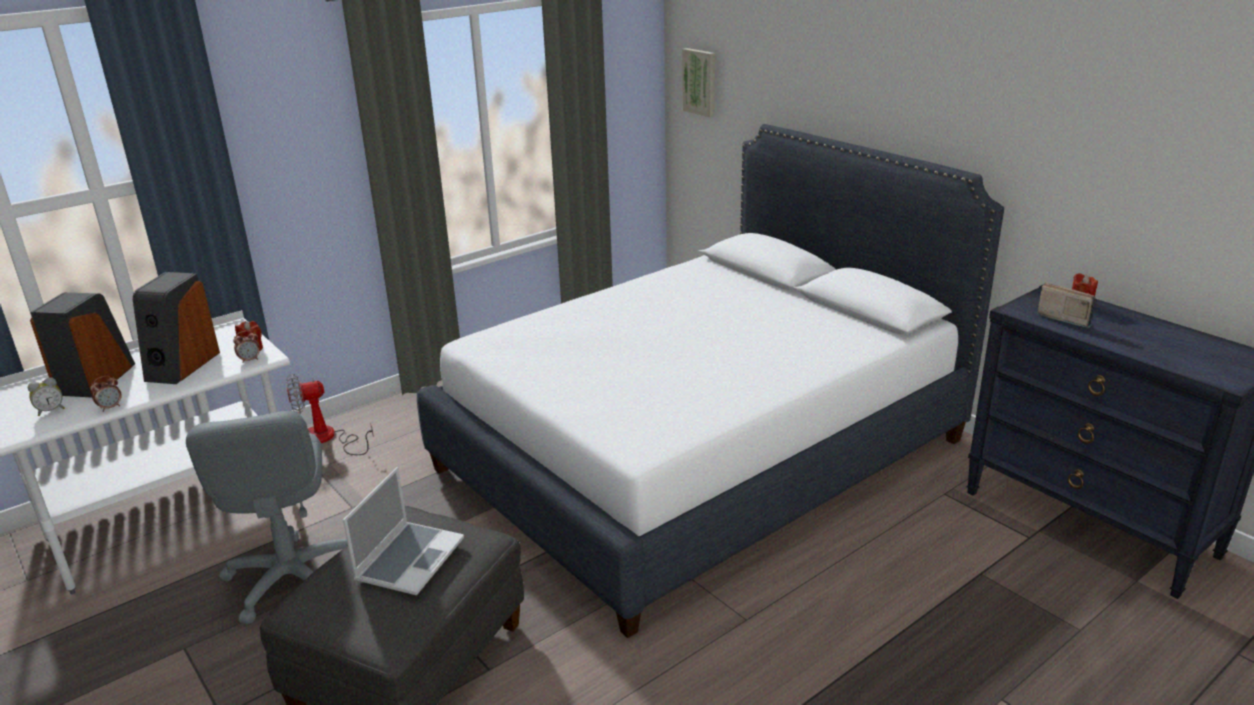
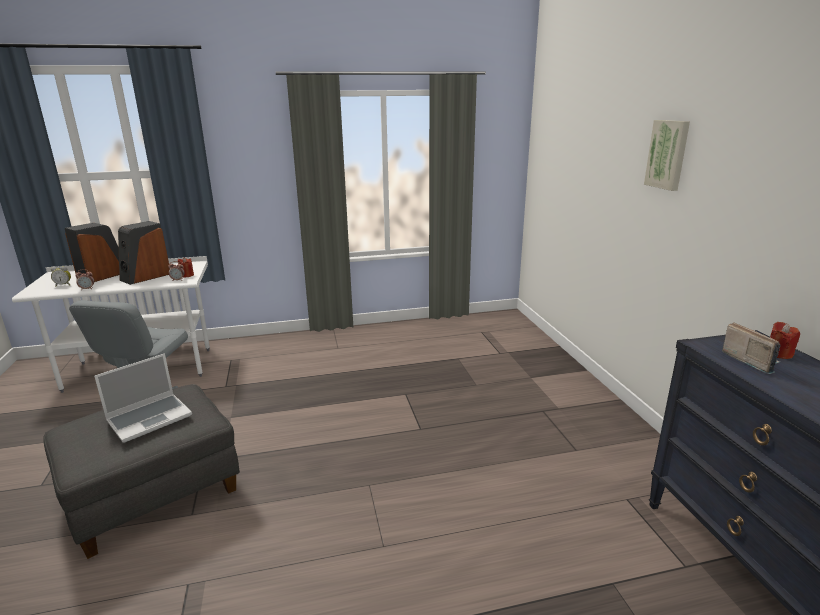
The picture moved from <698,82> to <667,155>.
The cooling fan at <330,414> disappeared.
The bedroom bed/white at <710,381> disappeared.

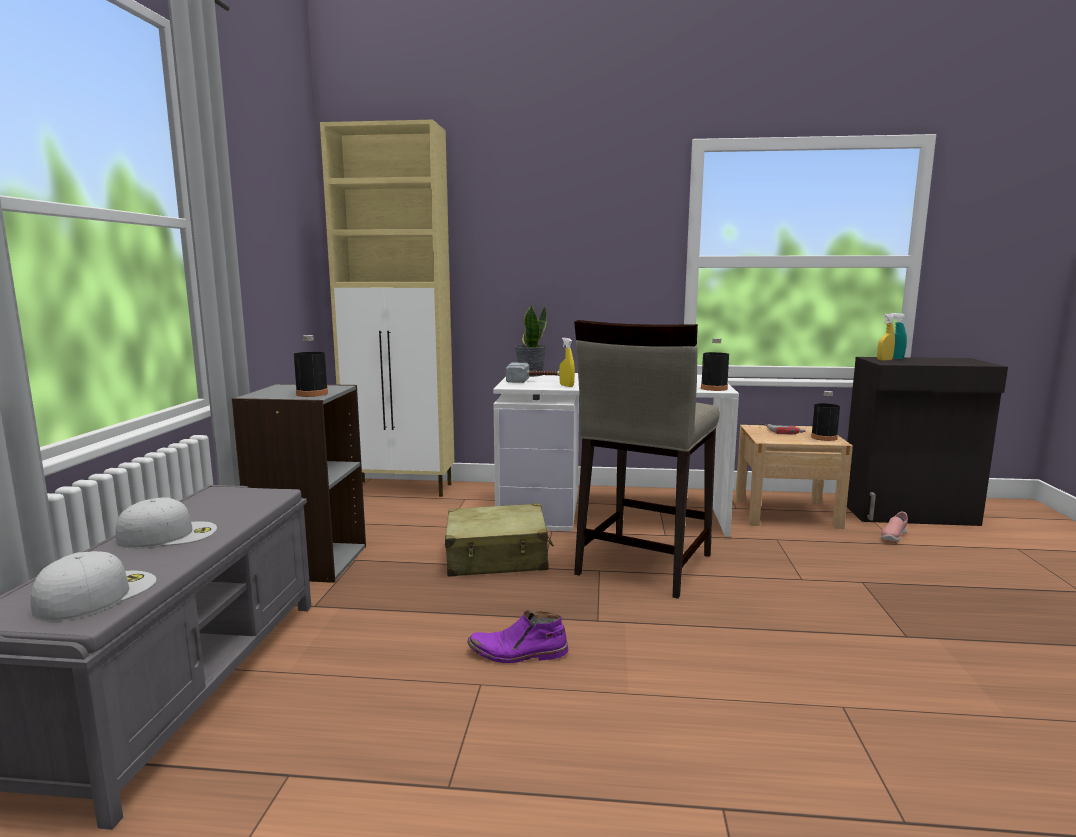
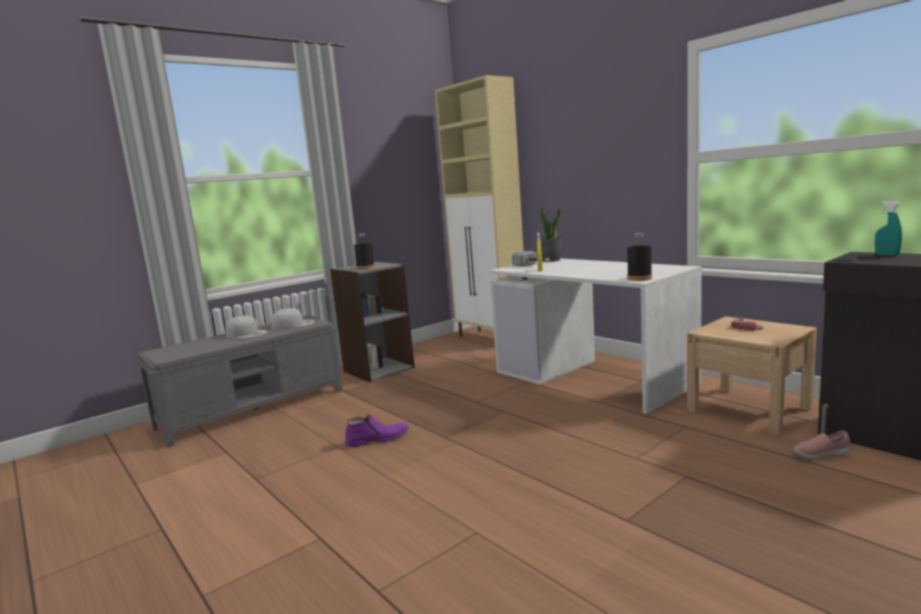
The cap/white moved from <94,586> to <292,319>.
The high-top boot/purplish at <518,636> turned 120 degrees clockwise.
The piece of luggage/beige-coloured at <499,540> disappeared.
The stool seat/beige-coloured at <647,459> disappeared.
The beverage bottle/blackish at <825,416> disappeared.
The hand sprayer/yellowish at <886,337> disappeared.

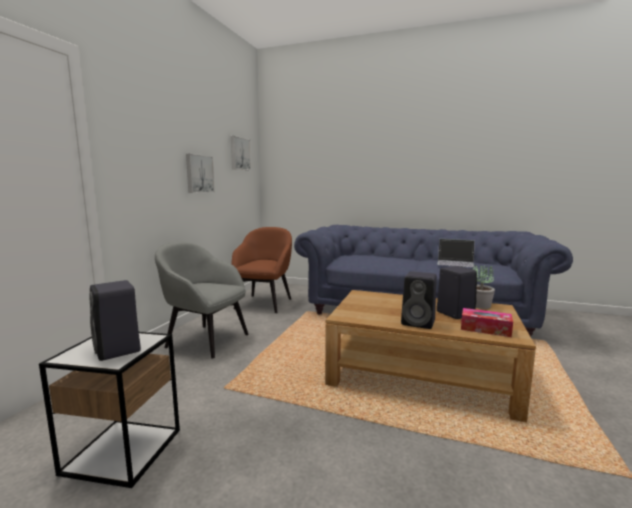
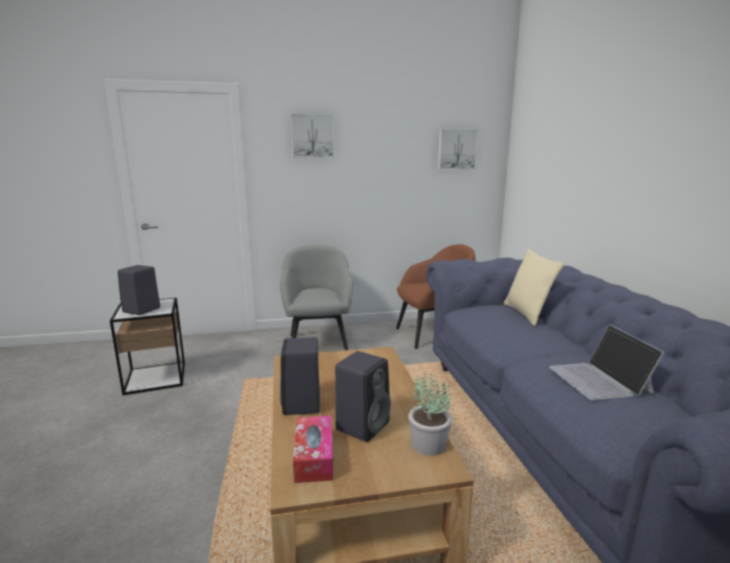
The picture moved from <200,173> to <312,136>.
The throw pillow/beige-coloured at <534,287> appeared.

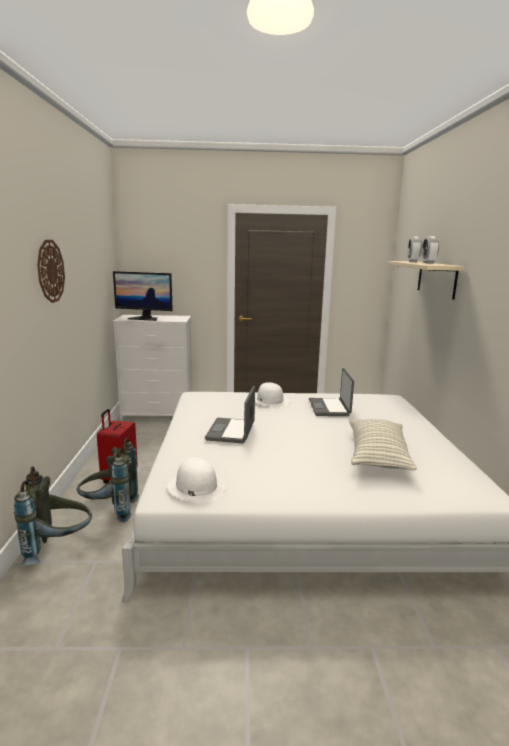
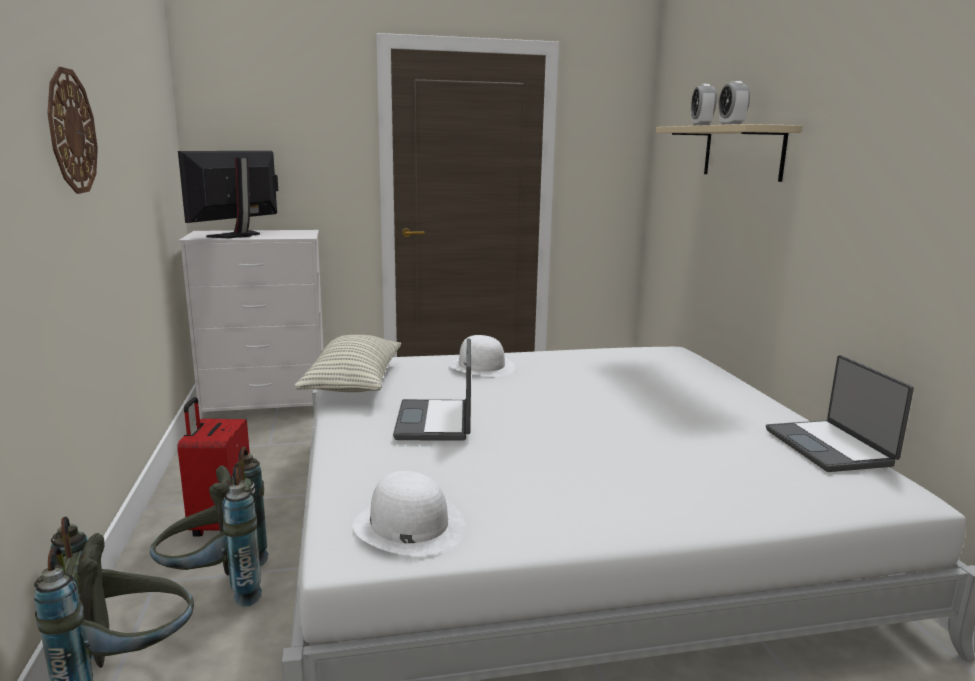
The monitor at <143,296> turned 120 degrees clockwise.
The throw pillow moved from <383,444> to <348,363>.
The portable computer moved from <331,392> to <840,413>.

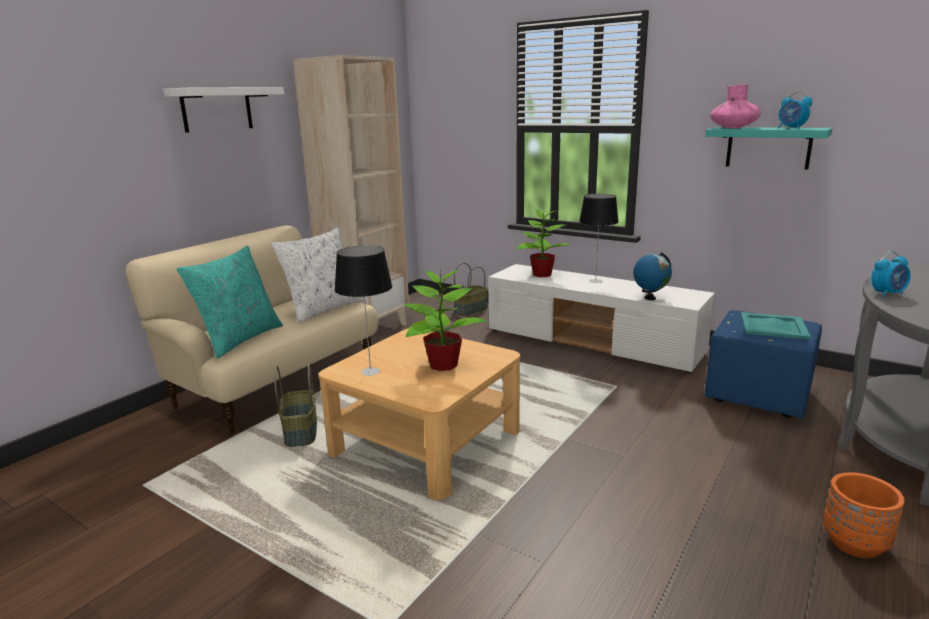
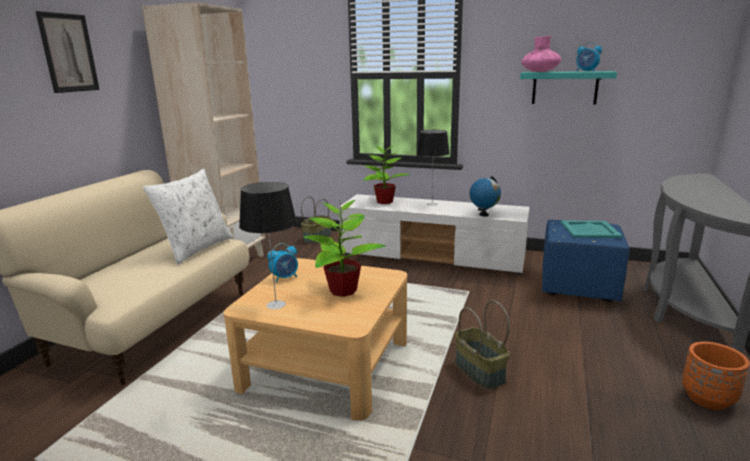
The wall shelf/white at <223,110> was replaced by the picture at <67,52>.
The alarm clock moved from <890,274> to <282,263>.
The basket moved from <295,405> to <482,344>.
The throw pillow/turquoise at <230,301> disappeared.

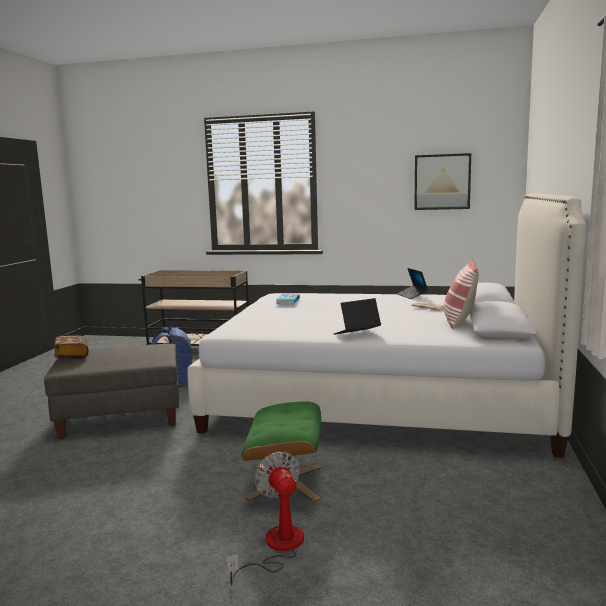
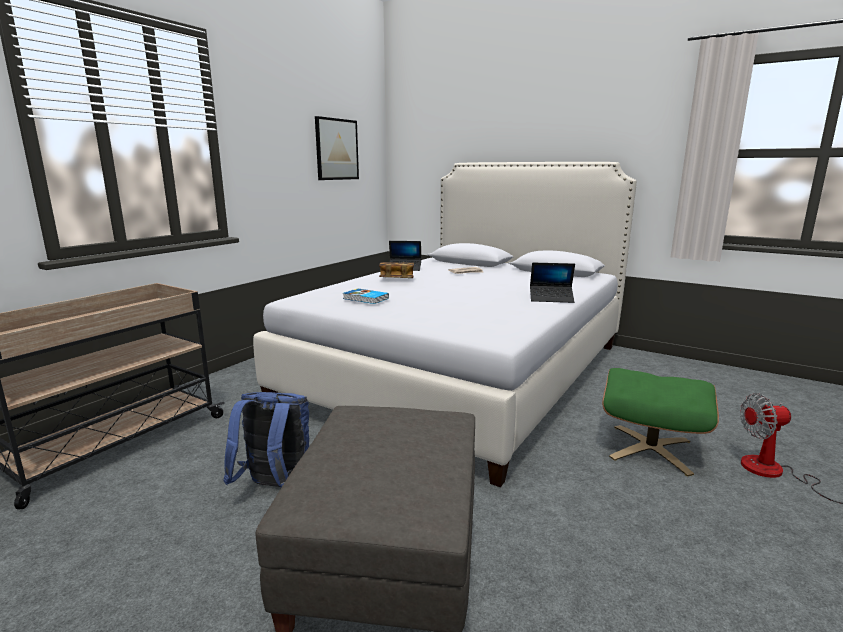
The volume moved from <71,347> to <396,270>.
The portable computer at <357,316> turned 75 degrees counterclockwise.
The throw pillow at <461,294> disappeared.

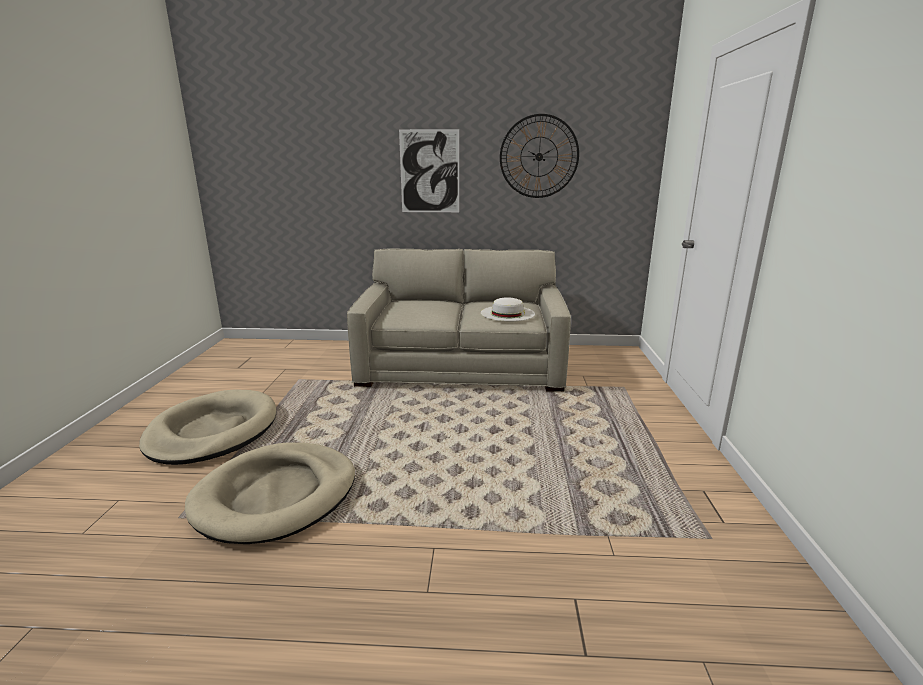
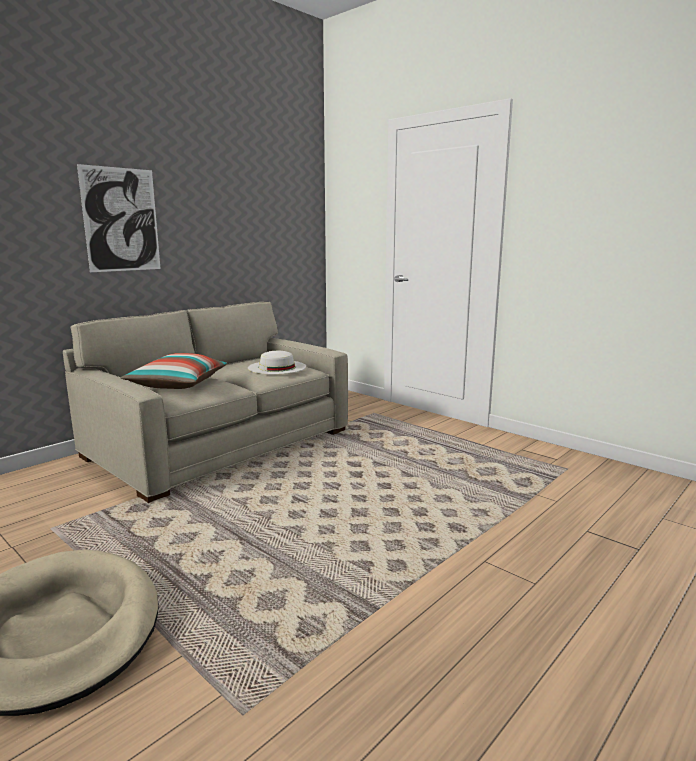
The throw pillow at <173,371> appeared.
The dog cushion/beige-coloured at <270,493> disappeared.
The clock on the wall at <539,156> disappeared.

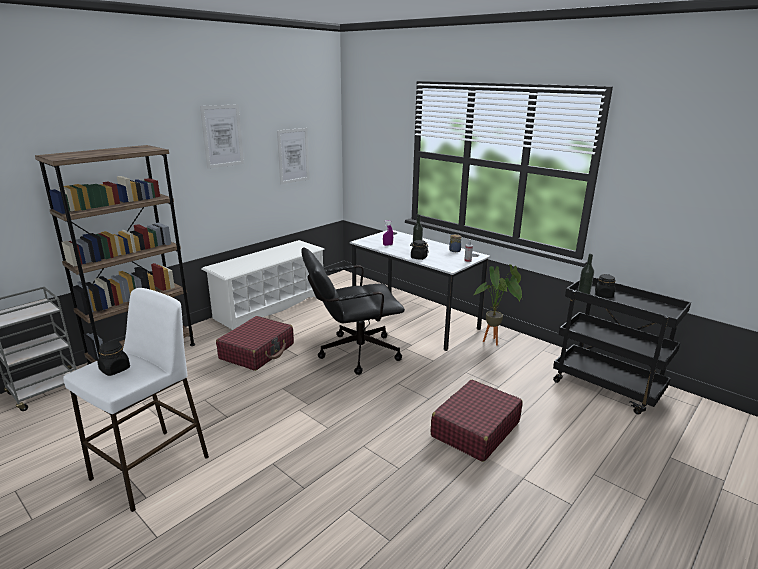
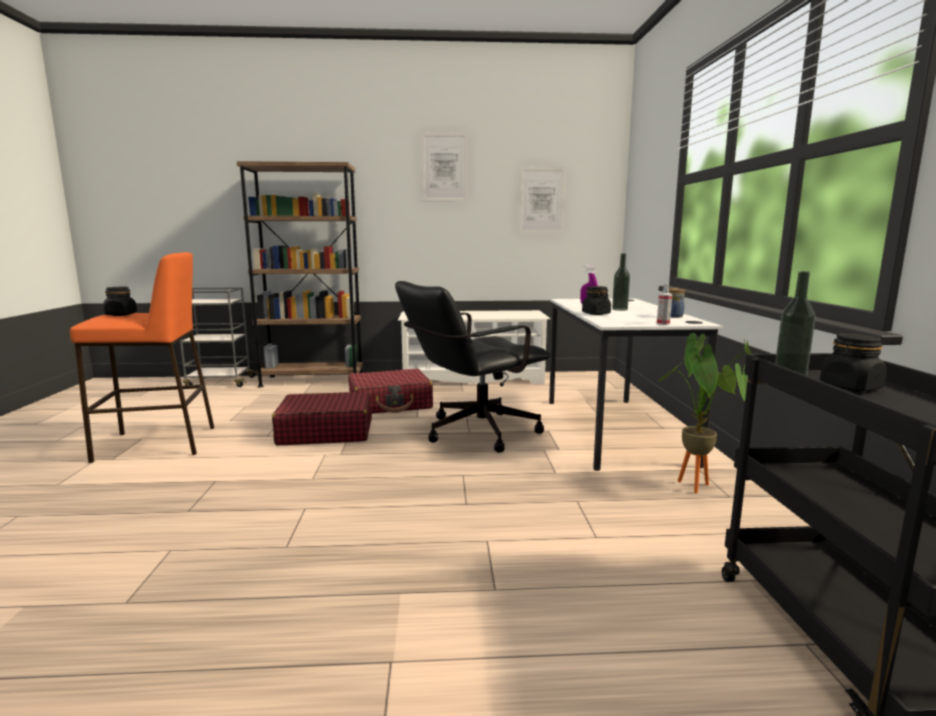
The stool seat/white at <136,400> became the stool seat/orange at <142,357>.
The piece of luggage/red-coloured moved from <477,421> to <322,418>.
The office chair/blackish at <353,311> turned 60 degrees counterclockwise.

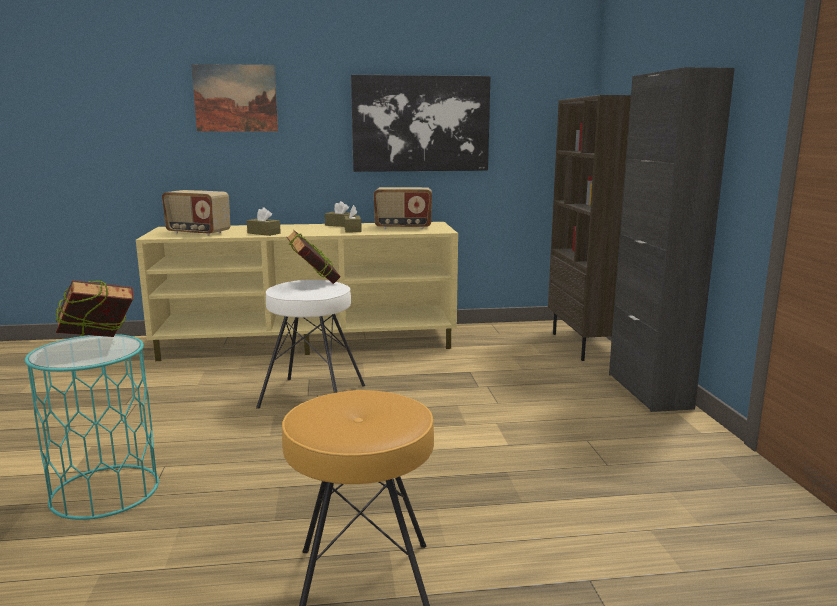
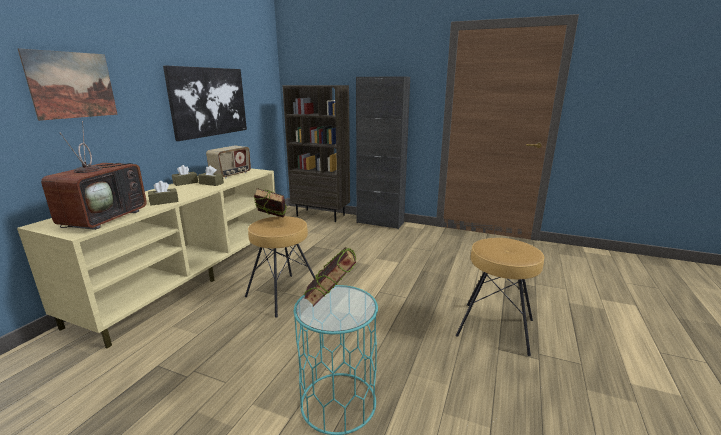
The radio receiver at <196,213> was replaced by the TV at <94,175>.
The stool seat/white at <310,344> became the stool seat/brownish at <280,266>.

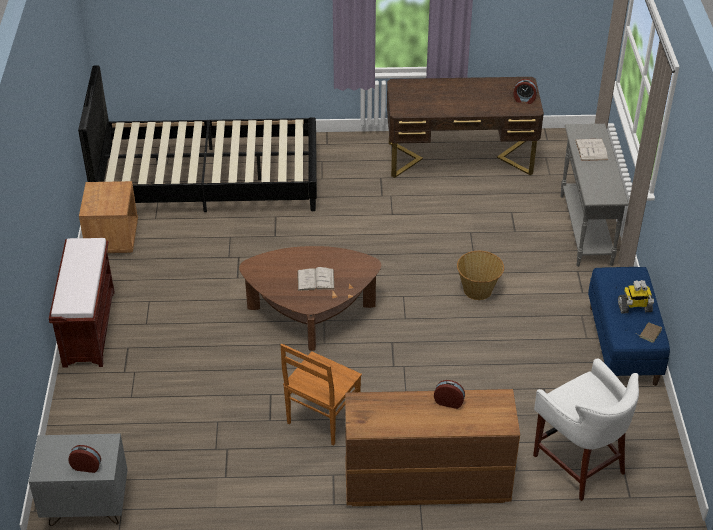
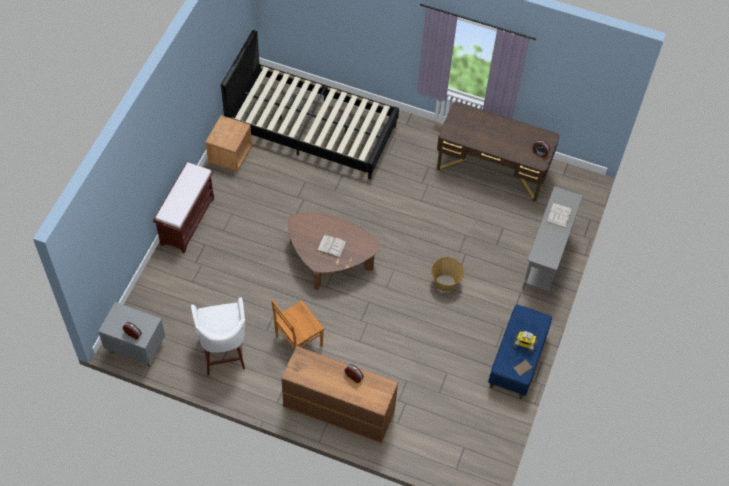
The stool seat/white moved from <586,429> to <218,336>.

